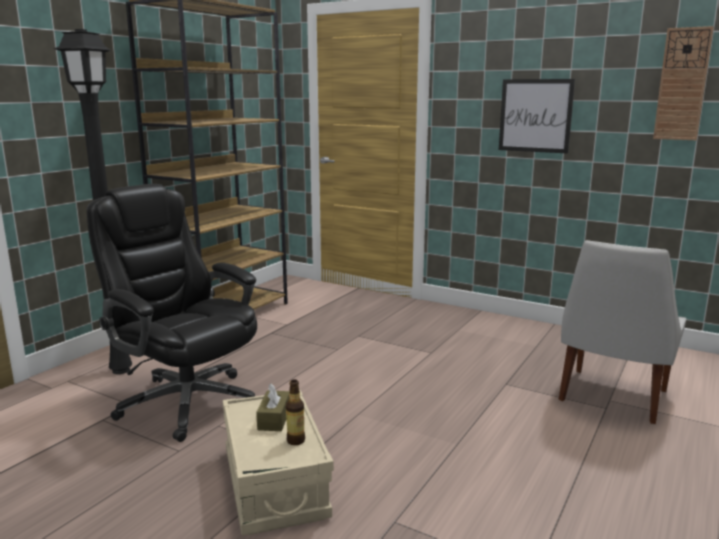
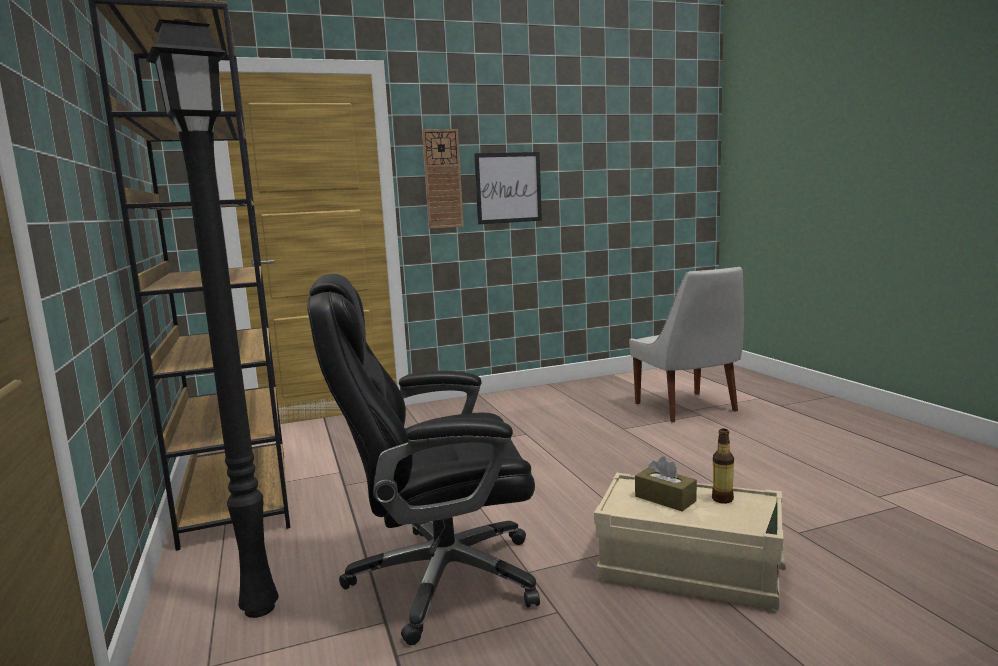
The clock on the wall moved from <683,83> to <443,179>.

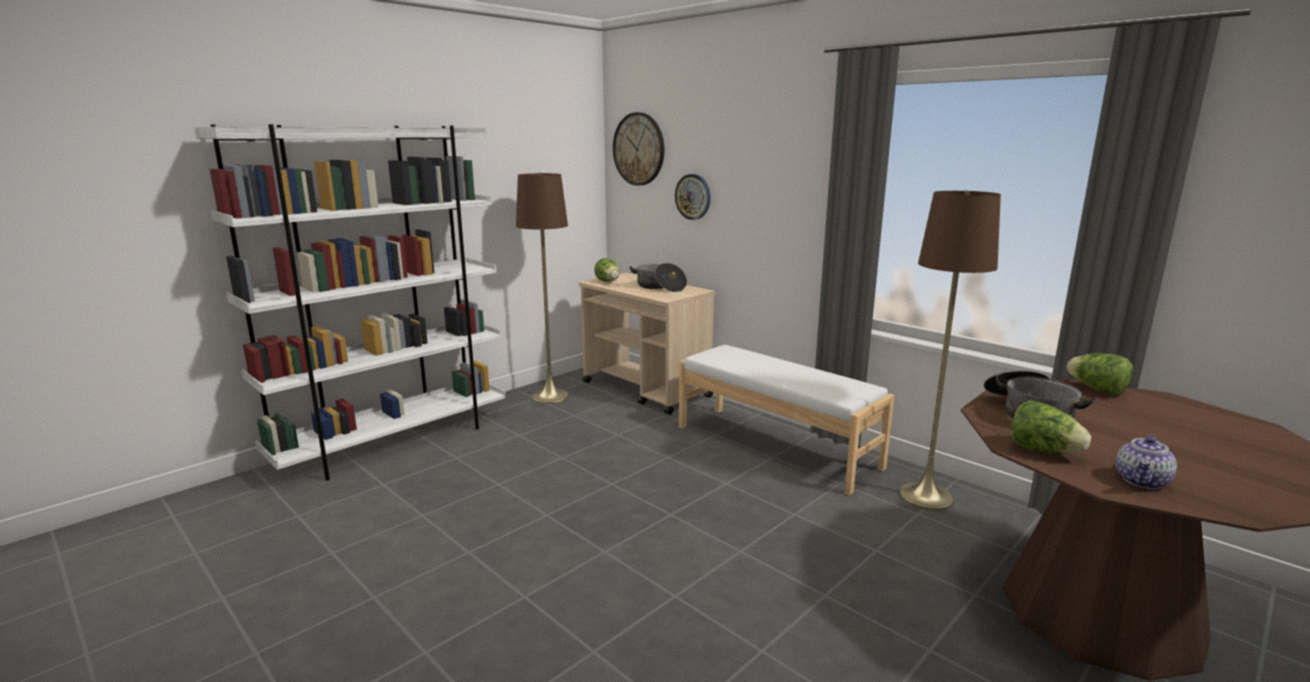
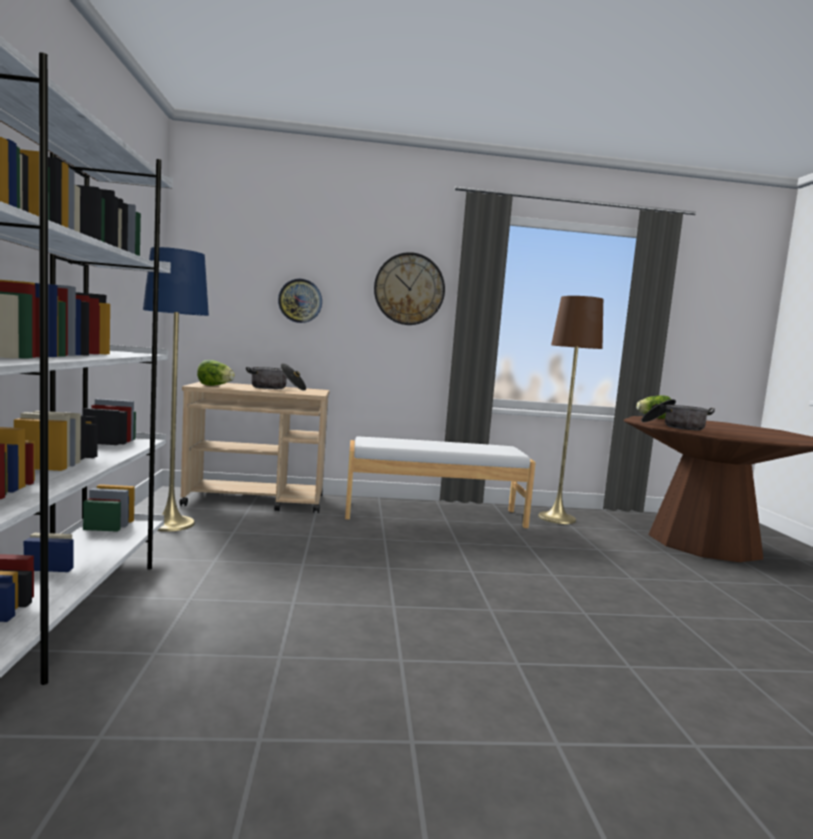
The standard lamp/brownish at <542,288> became the standard lamp/blue at <176,389>.
The clock on the wall moved from <638,149> to <409,288>.
The lettuce head at <1051,427> disappeared.
The pot for tea at <1146,462> disappeared.

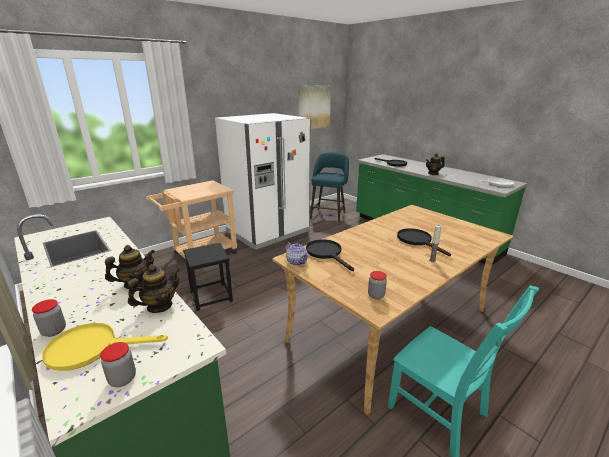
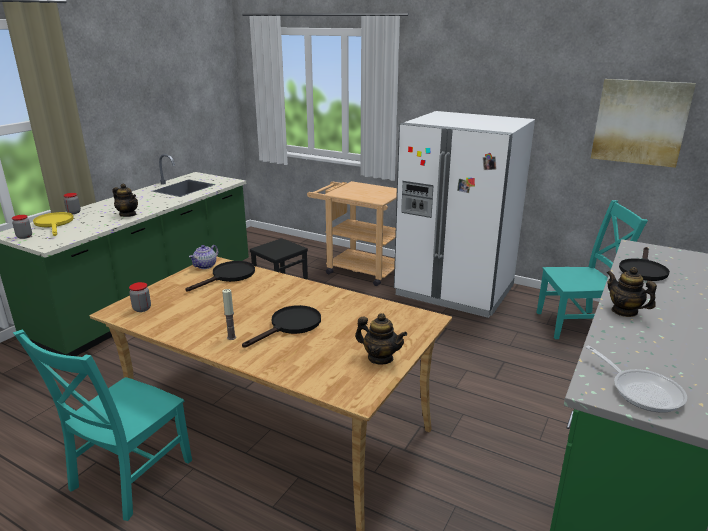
The pot for tea moved from <154,288> to <381,339>.
The stool seat/turquoise at <329,187> was replaced by the plain chair/turquoise at <592,269>.

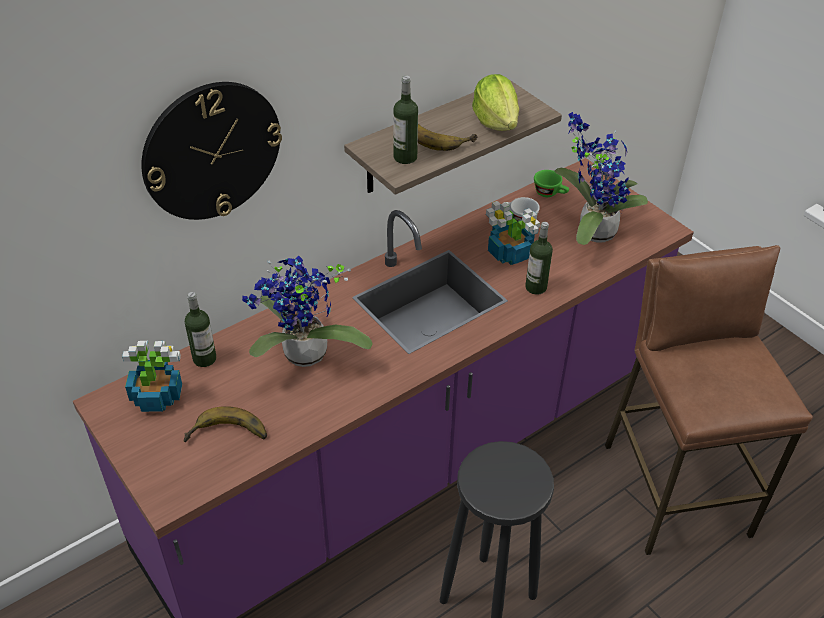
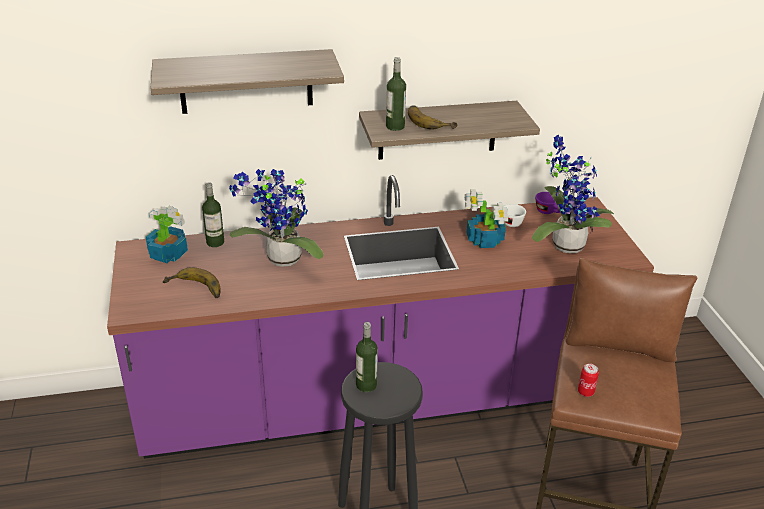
The clock on the wall at <211,151> was replaced by the wall shelf at <247,81>.
The beverage bottle moved from <539,258> to <367,357>.
The drinking cup/green at <551,183> became the drinking cup/purplish at <547,203>.
The sealed can at <588,380> appeared.
The lettuce head at <495,102> disappeared.

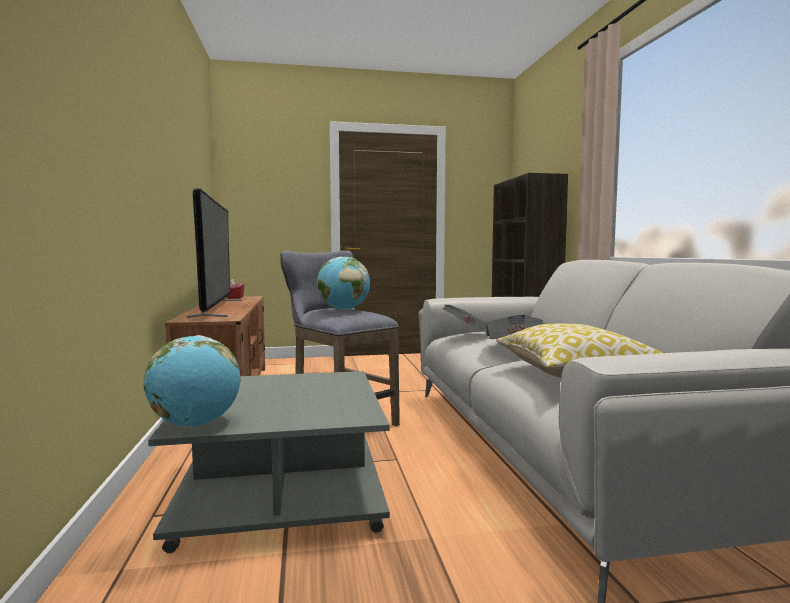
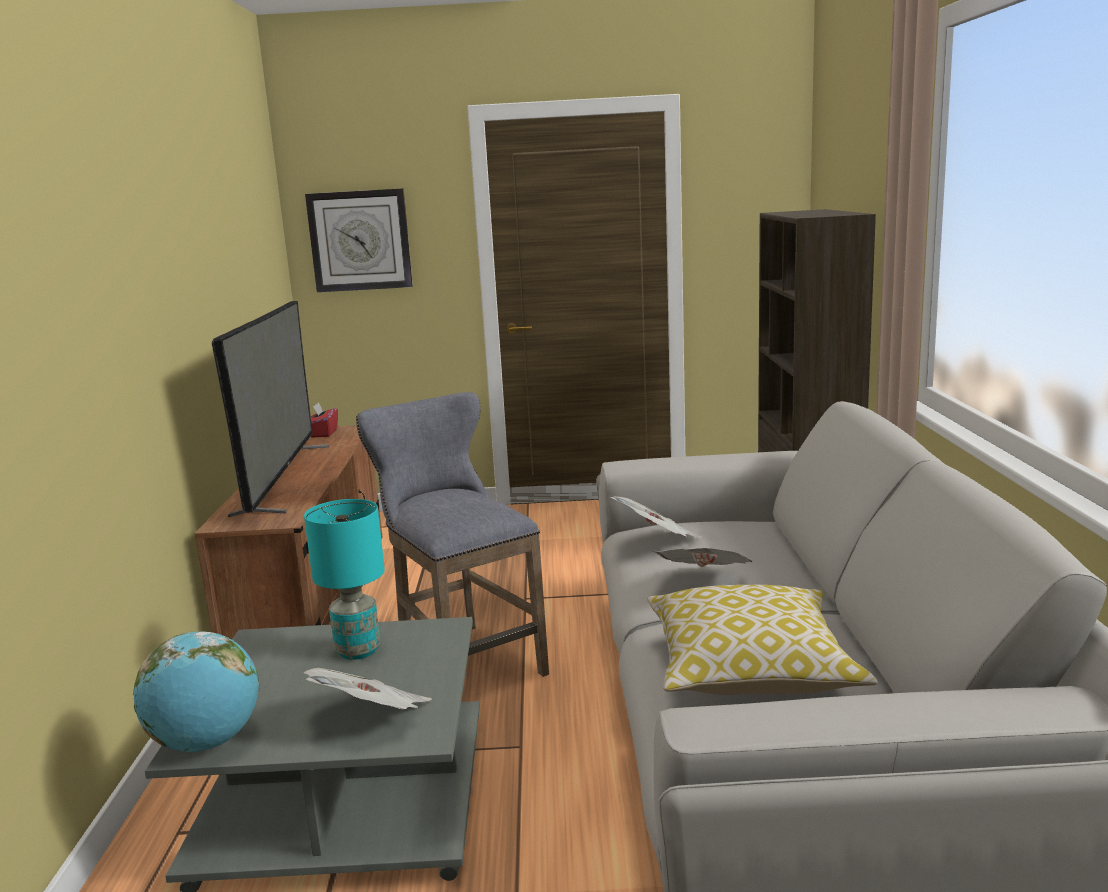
The table lamp/turquoise at <344,579> appeared.
The newspaper at <368,689> appeared.
The clock on the wall at <359,240> appeared.
The desk globe at <343,283> disappeared.

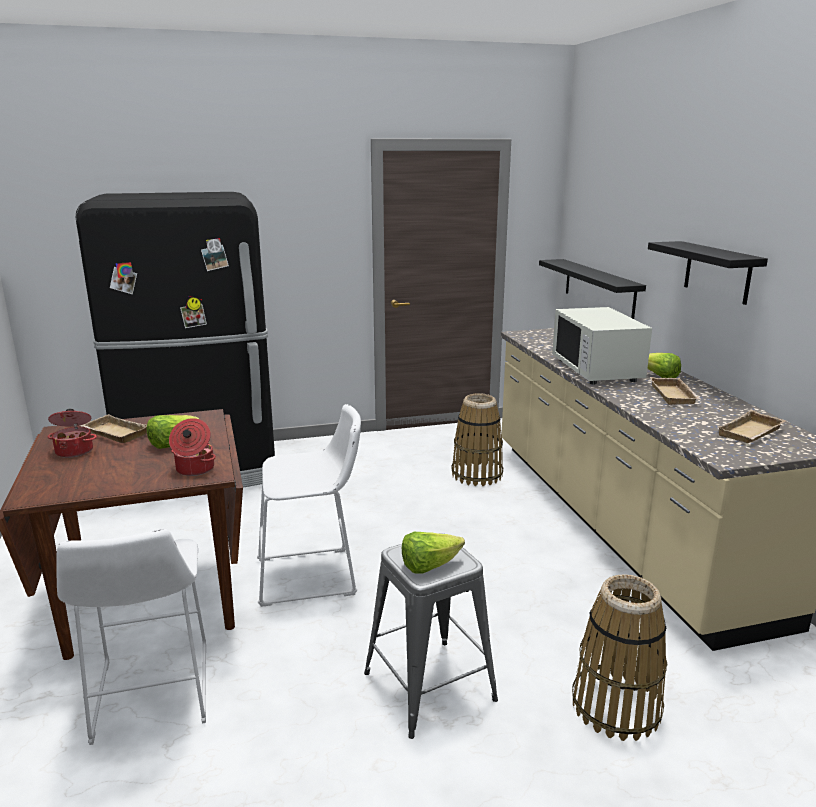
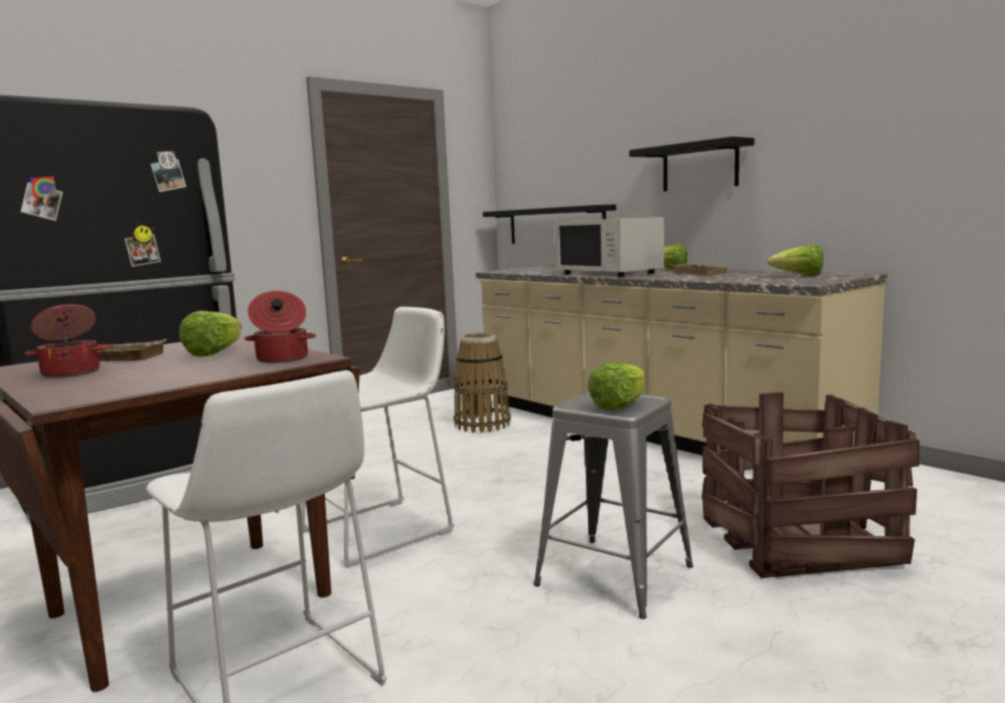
The basket at <619,657> was replaced by the shipping crate at <810,485>.
The carrying tray/beige-coloured at <751,426> was replaced by the lettuce head at <795,260>.

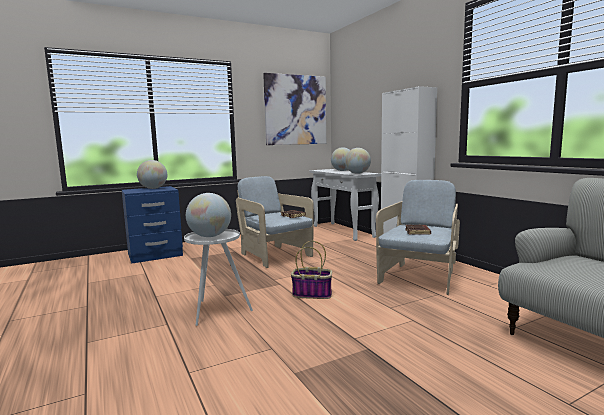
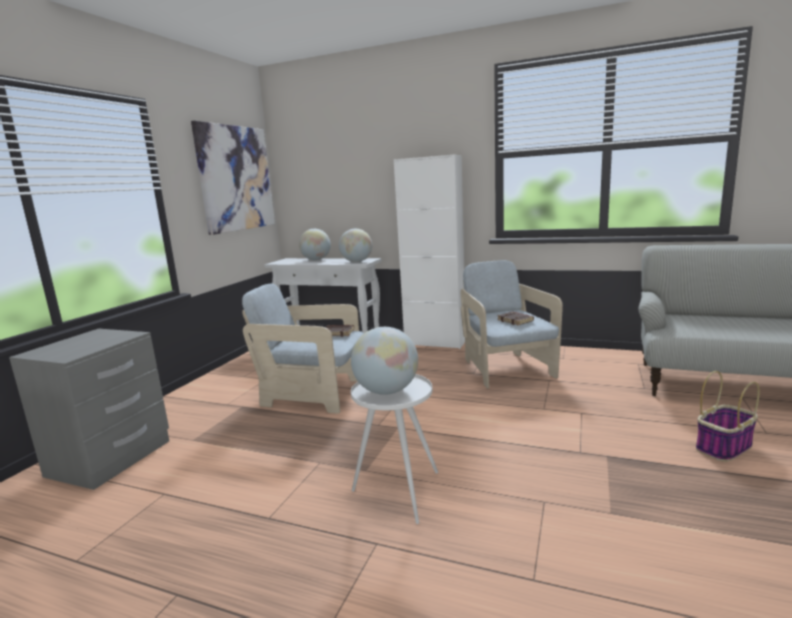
The night table/blue at <152,225> became the night table/grey at <89,409>.
The basket moved from <311,270> to <728,416>.
The desk globe at <152,174> disappeared.

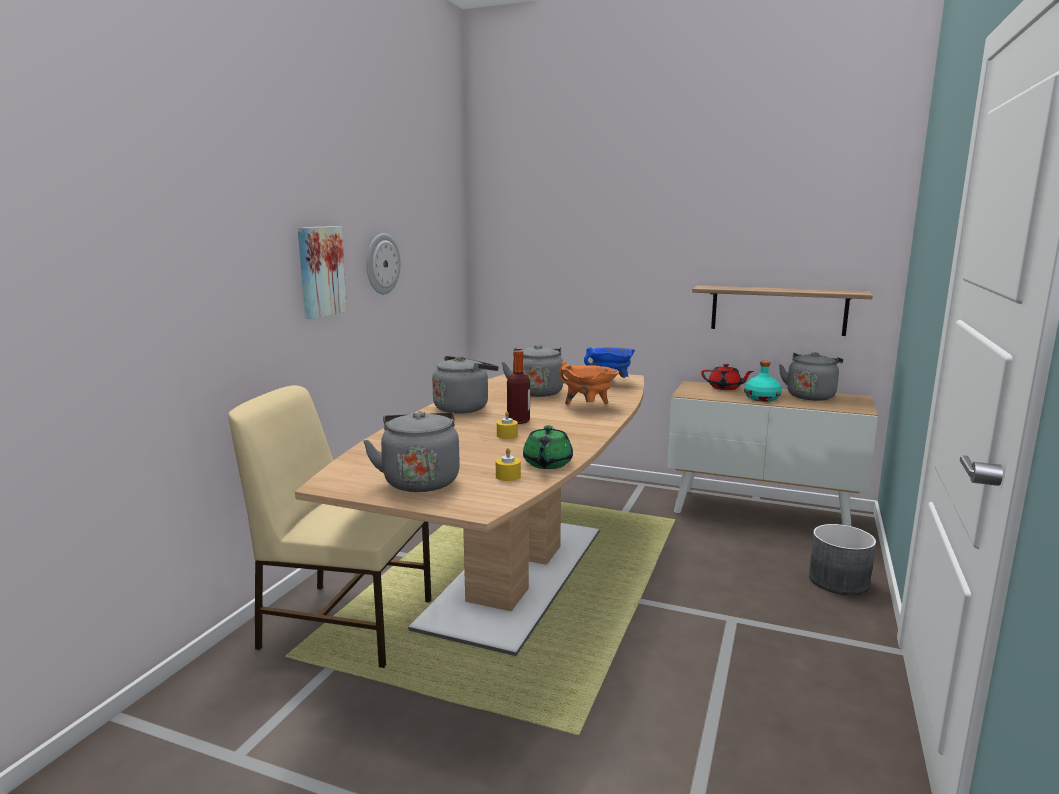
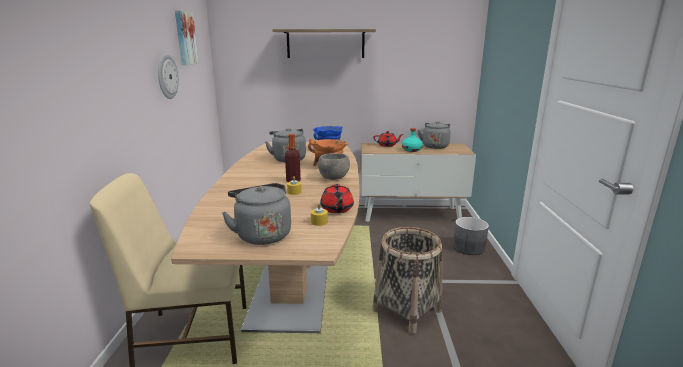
The picture moved from <322,272> to <187,37>.
The wall shelf moved from <782,310> to <324,43>.
The bowl/grey at <334,166> appeared.
The pot for tea/green at <548,447> became the pot for tea/red-coloured at <337,198>.
The basket at <407,280> appeared.
The water kettle/grey at <465,385> disappeared.

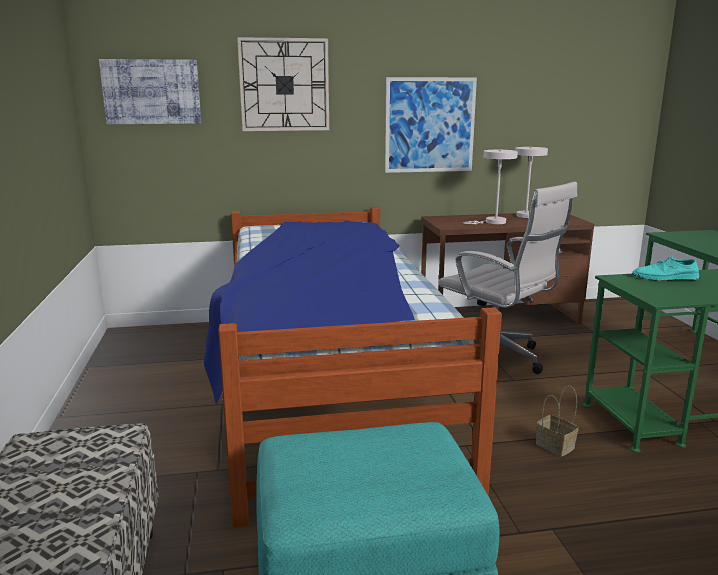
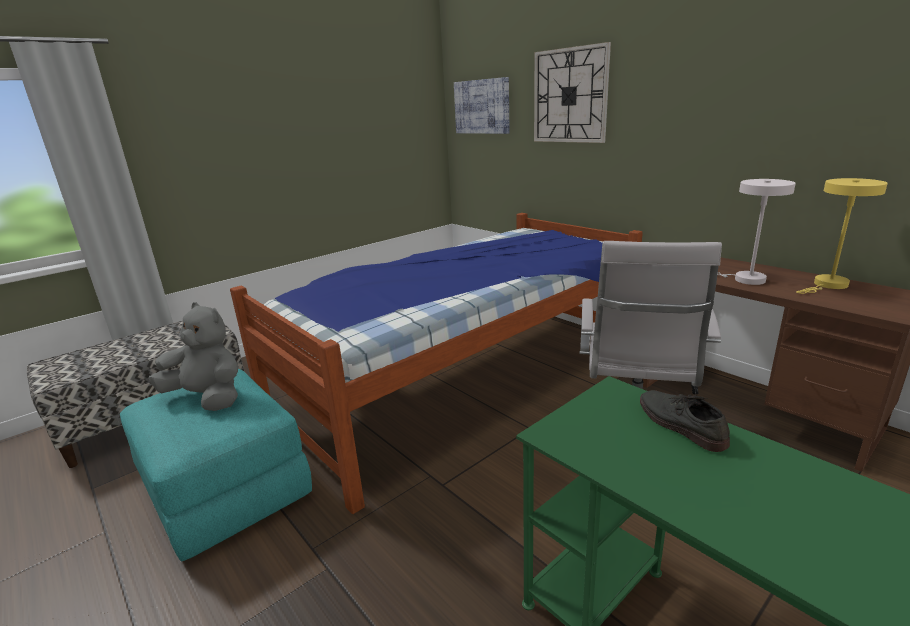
The cuddly toy/grey at <193,356> appeared.
The low shoe/turquoise at <665,268> became the low shoe/grey at <685,421>.
The table lamp/white at <531,183> became the table lamp/yellowish at <842,236>.
The picture at <431,125> disappeared.
The basket at <557,421> disappeared.

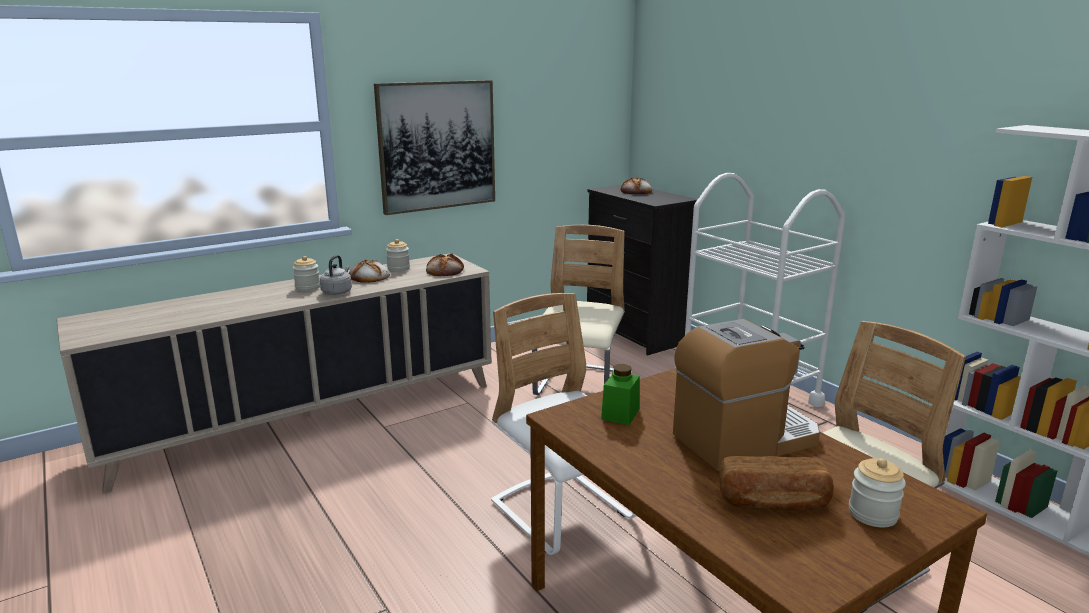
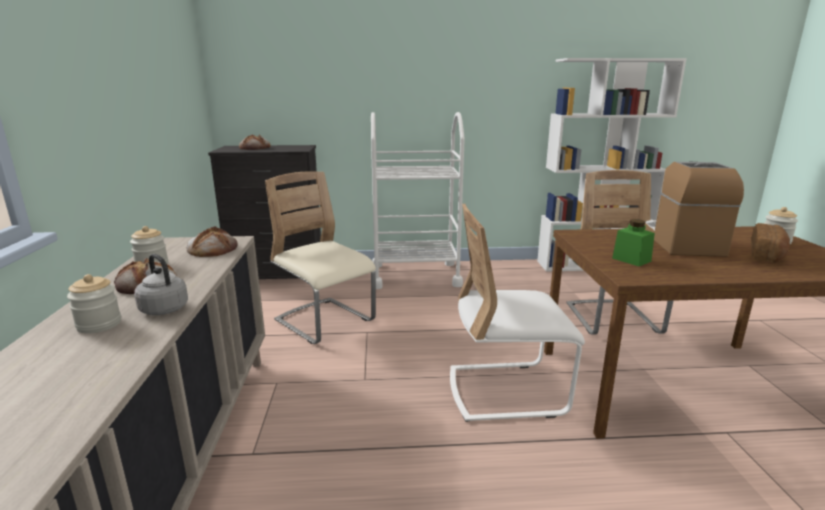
The picture at <434,147> disappeared.

